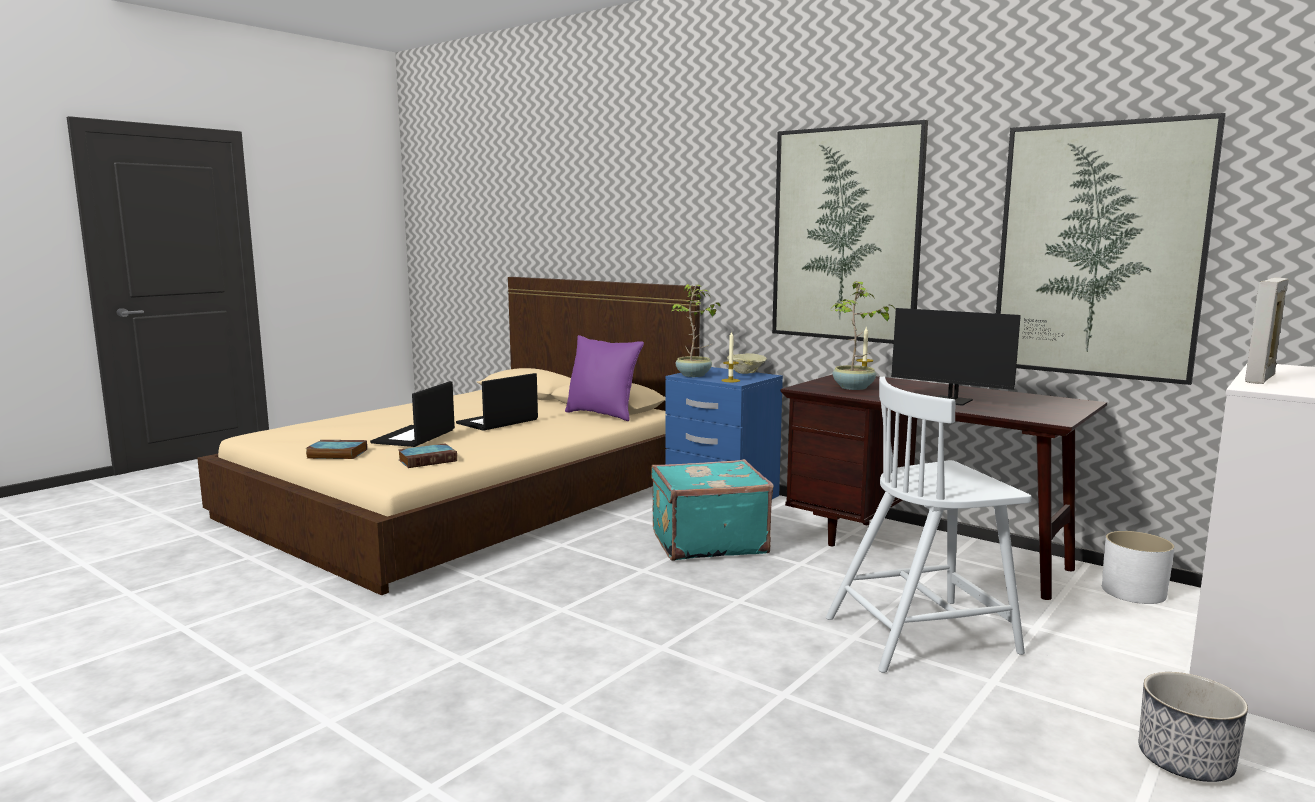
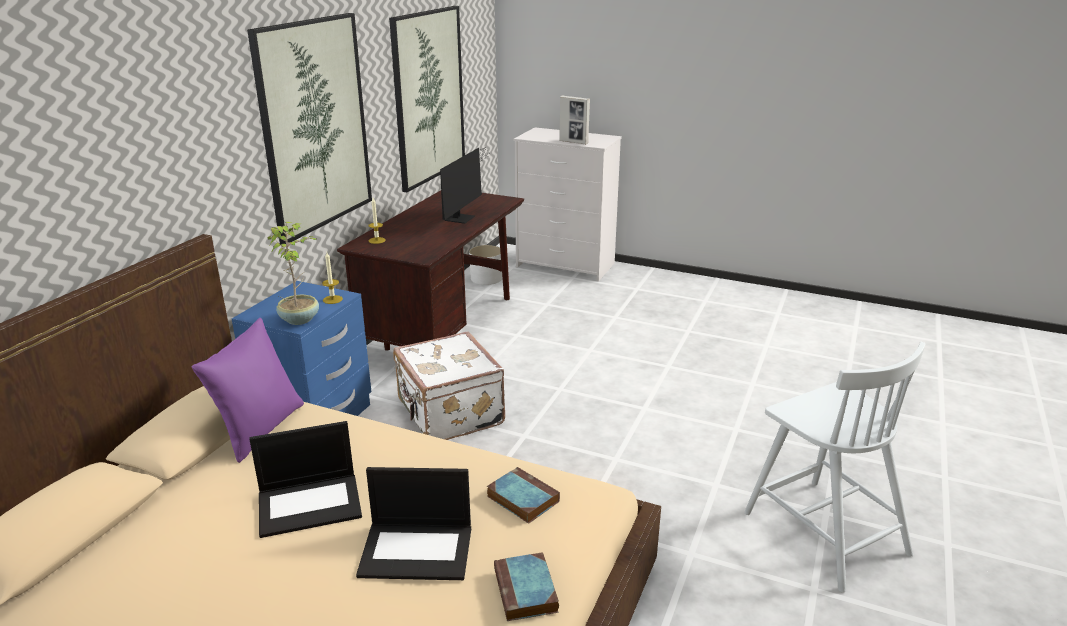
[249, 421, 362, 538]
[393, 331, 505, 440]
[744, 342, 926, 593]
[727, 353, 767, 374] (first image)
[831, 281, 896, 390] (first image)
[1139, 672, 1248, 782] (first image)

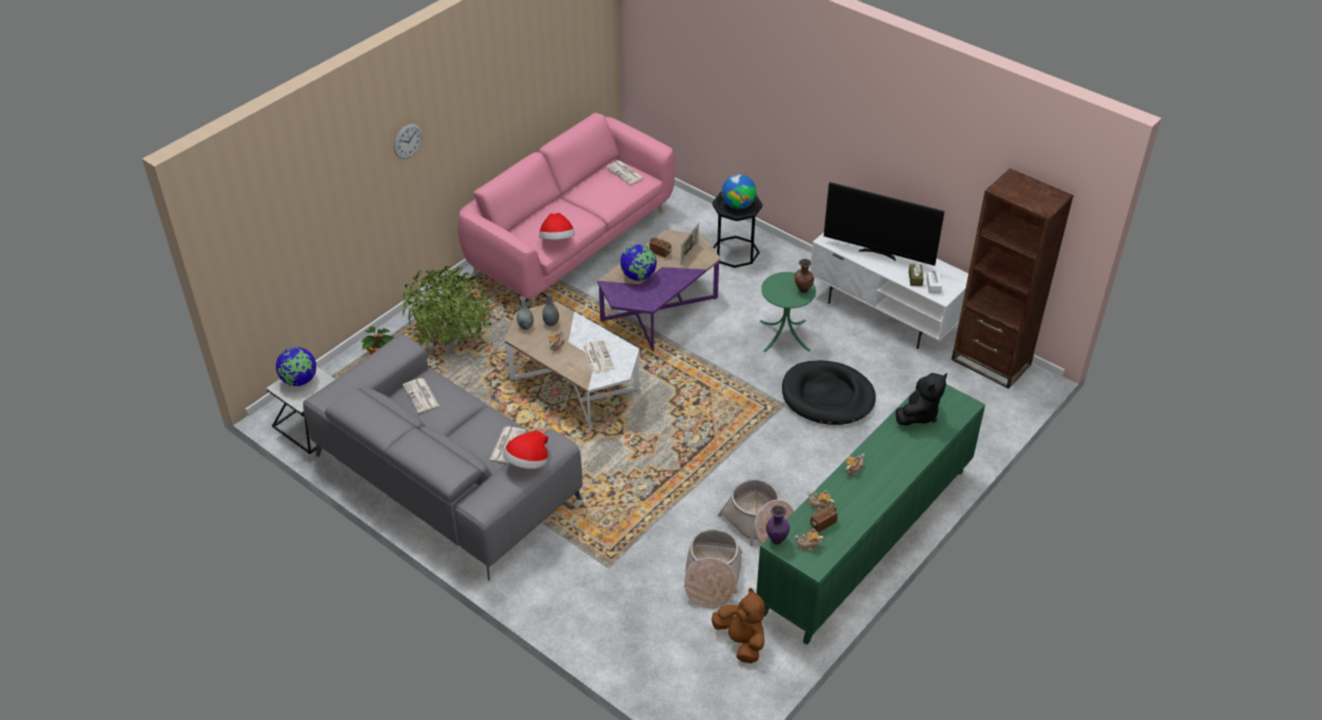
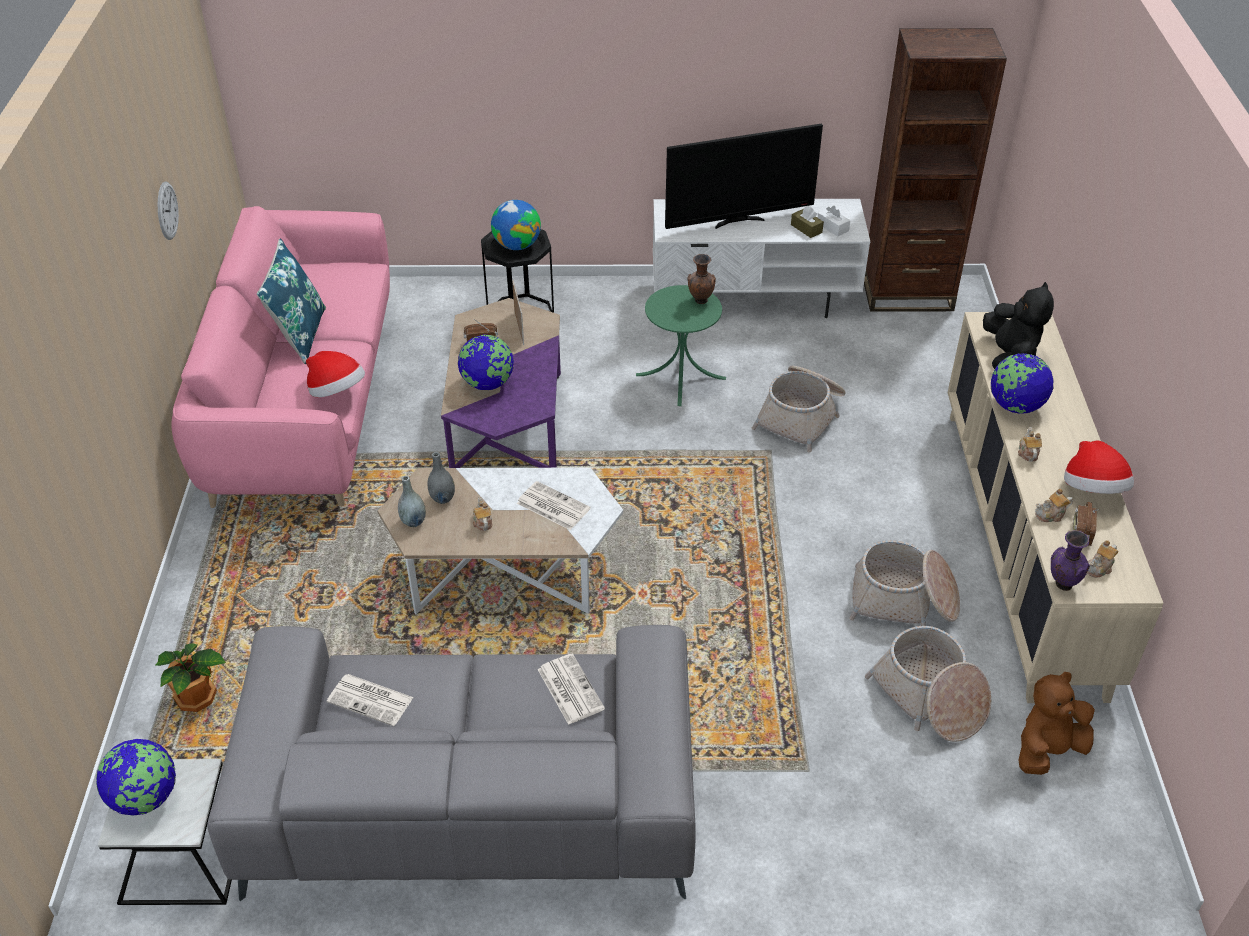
[158, 181, 179, 240]
[257, 238, 326, 364]
[752, 366, 846, 453]
[948, 312, 1164, 703]
[991, 353, 1054, 414]
[1019, 672, 1095, 775]
[1064, 440, 1134, 494]
[401, 266, 492, 347] (first image)
[606, 161, 644, 184] (first image)

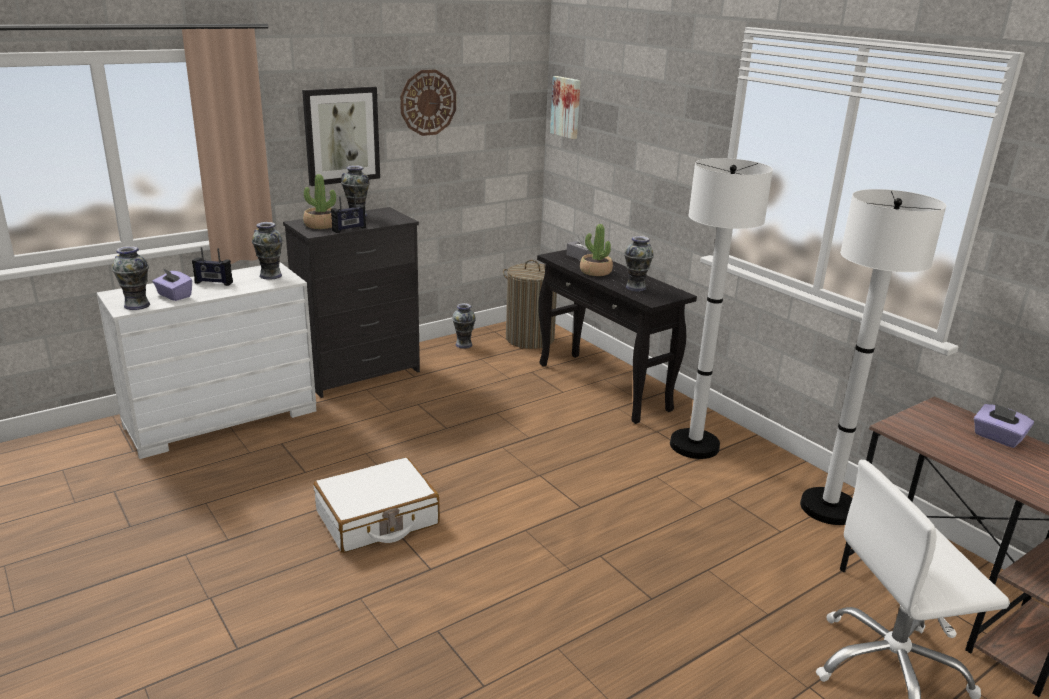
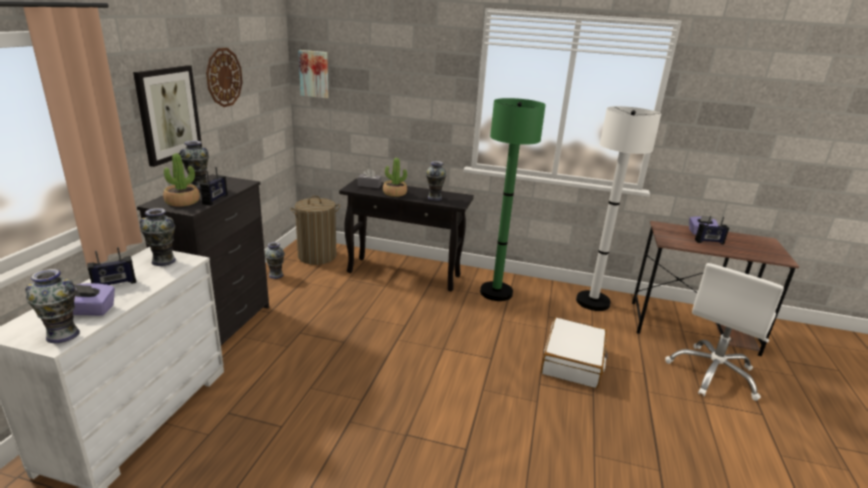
[480, 98, 546, 301]
[541, 318, 608, 389]
[695, 216, 729, 244]

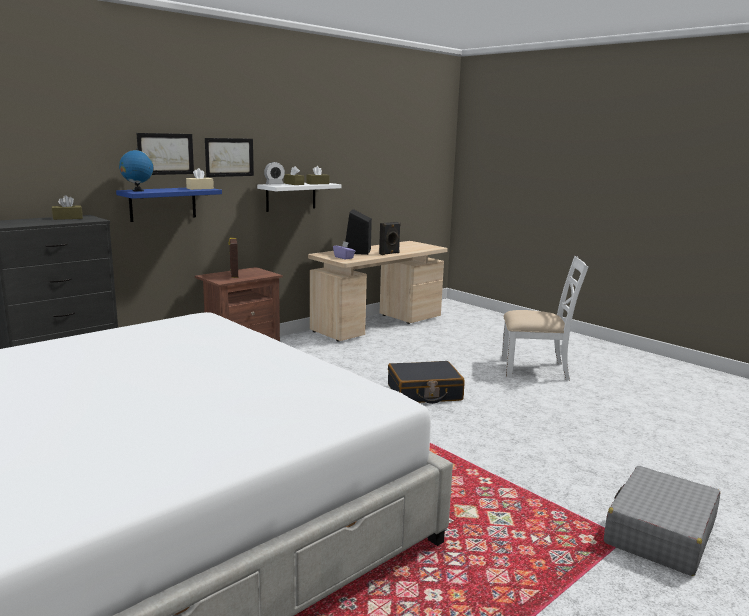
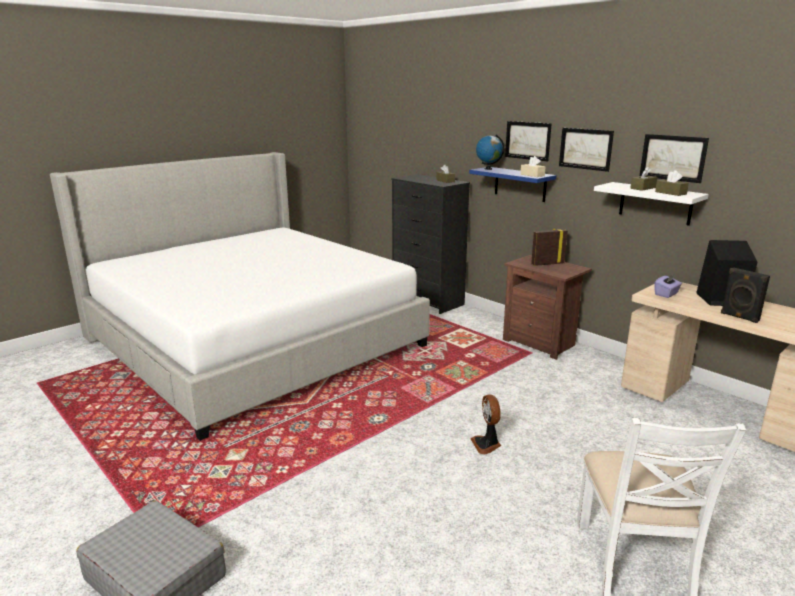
[471, 394, 501, 455]
[640, 134, 709, 183]
[264, 162, 285, 184] (first image)

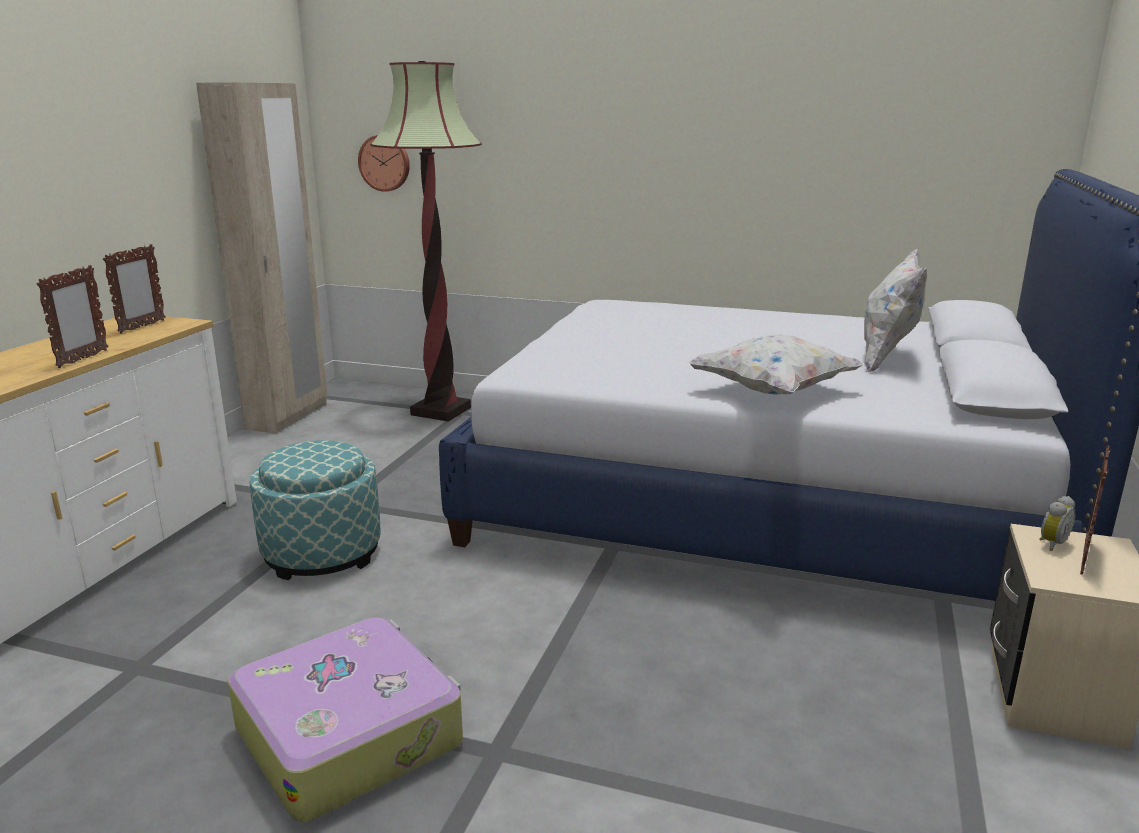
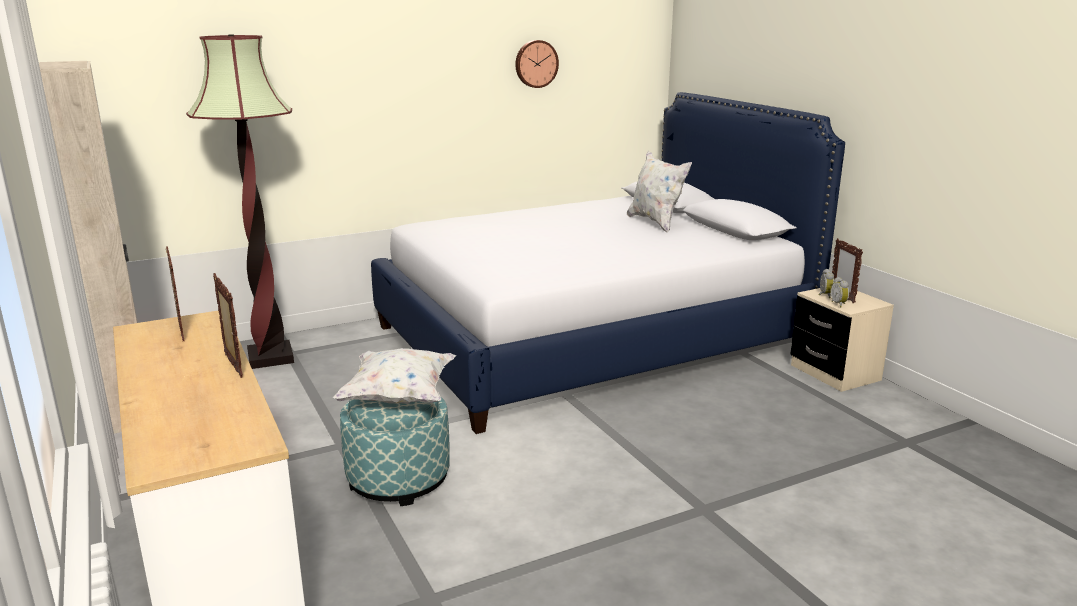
[333, 348, 456, 404]
[515, 40, 559, 88]
[831, 277, 849, 307]
[228, 617, 463, 822] (first image)

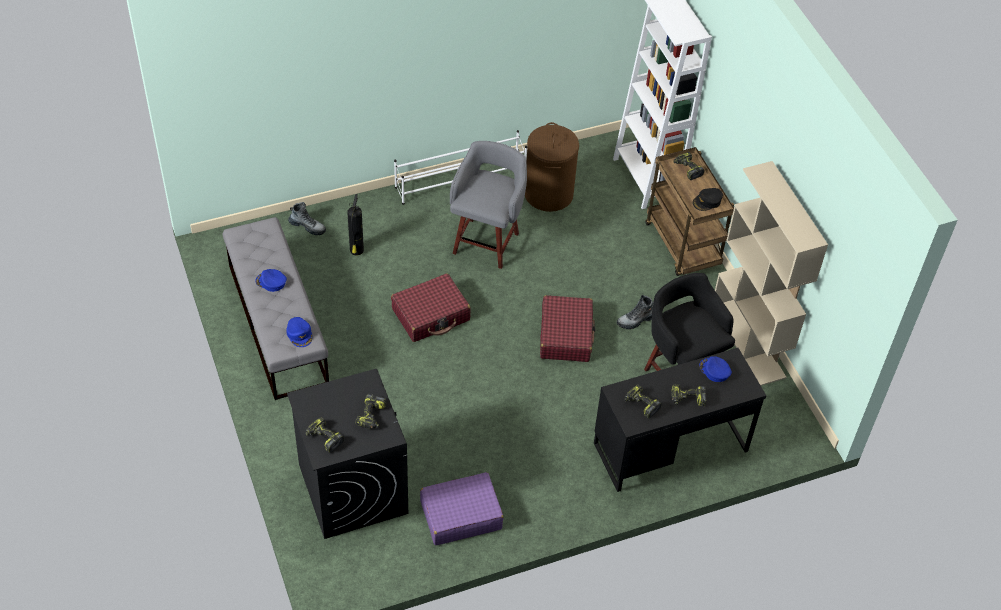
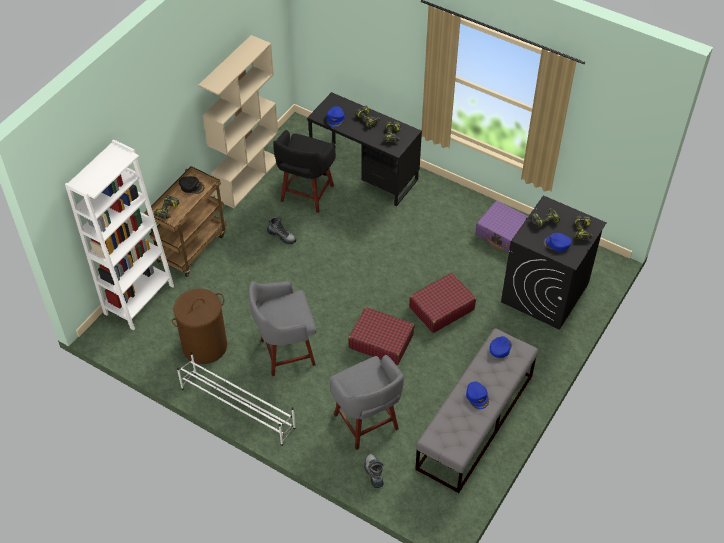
[330, 355, 404, 450]
[409, 273, 476, 333]
[543, 233, 572, 252]

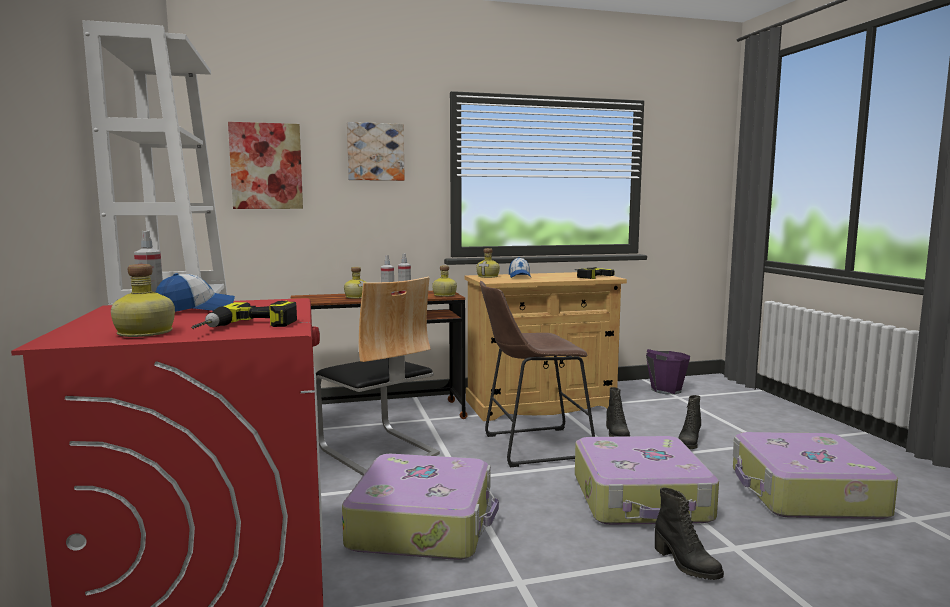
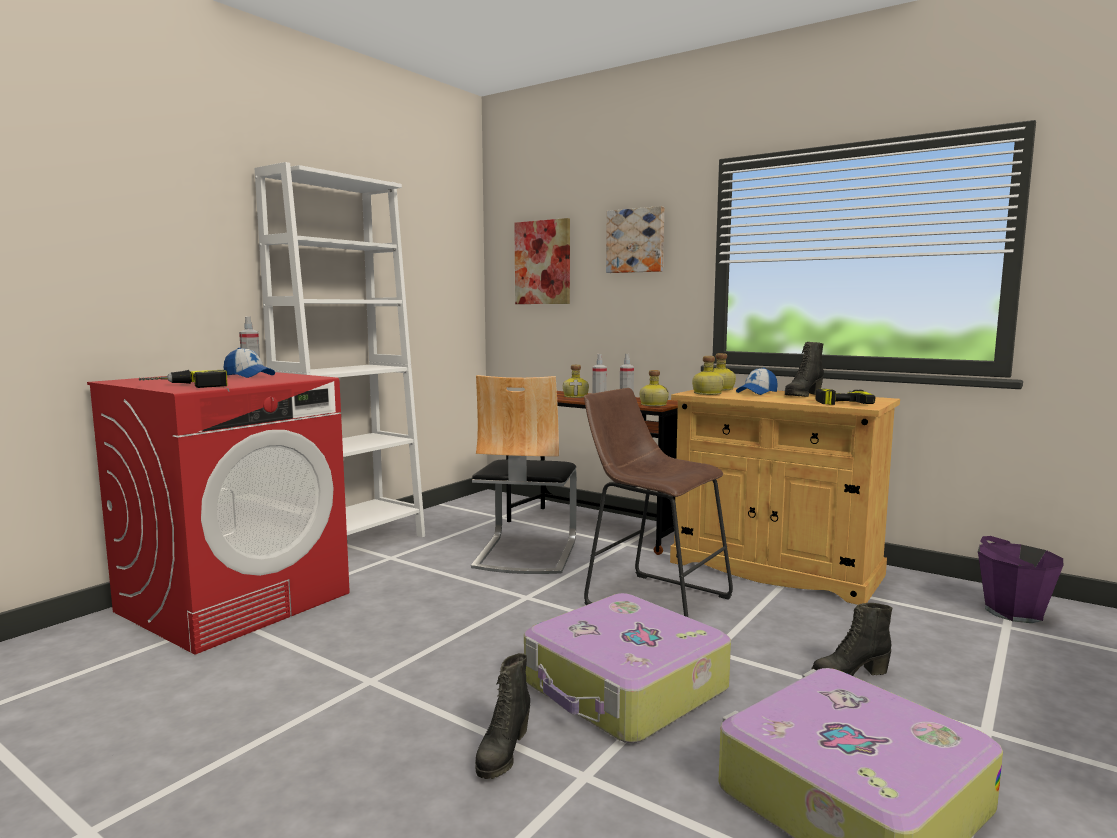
[692, 356, 724, 395]
[785, 342, 824, 397]
[342, 454, 499, 560] (first image)

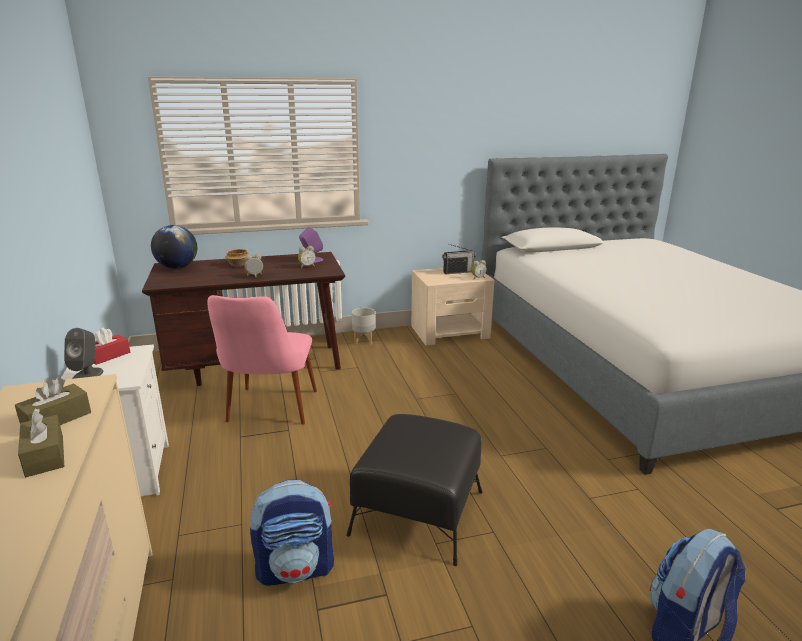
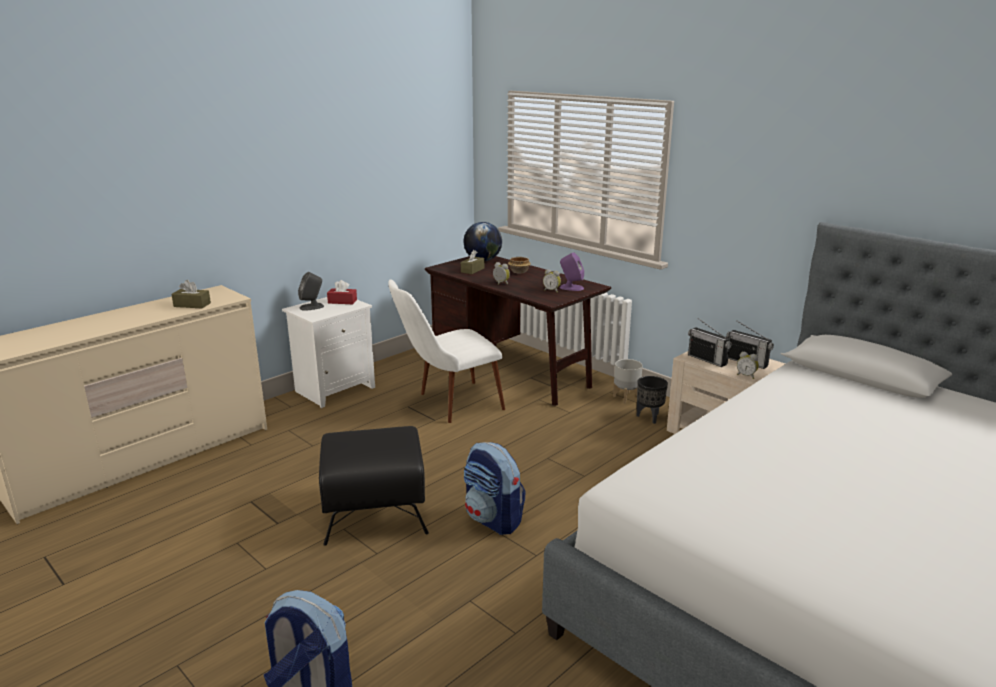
[388, 279, 505, 423]
[461, 250, 485, 274]
[464, 442, 525, 535]
[637, 376, 668, 424]
[688, 318, 732, 367]

